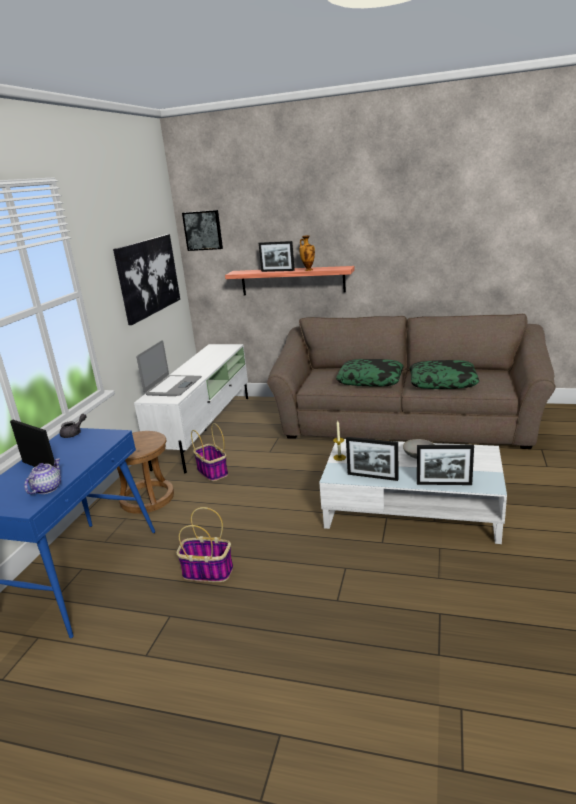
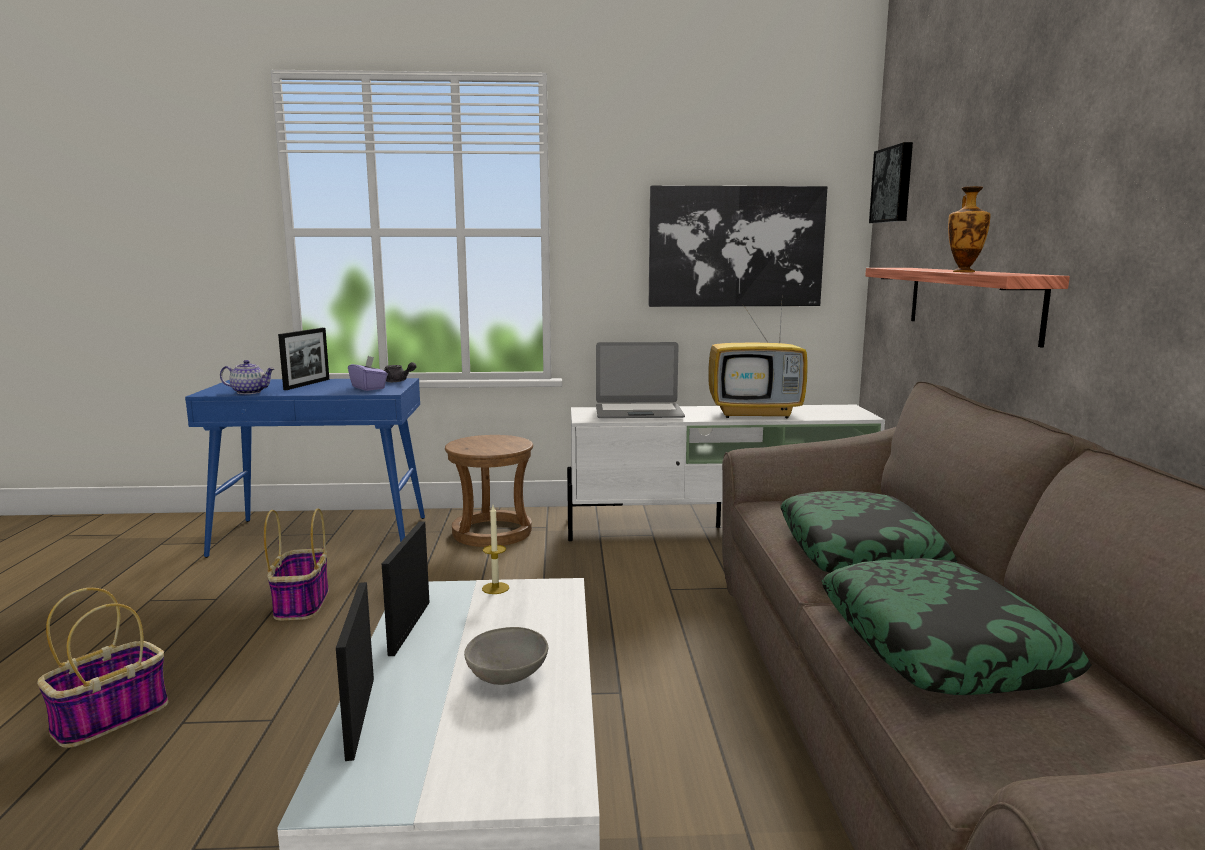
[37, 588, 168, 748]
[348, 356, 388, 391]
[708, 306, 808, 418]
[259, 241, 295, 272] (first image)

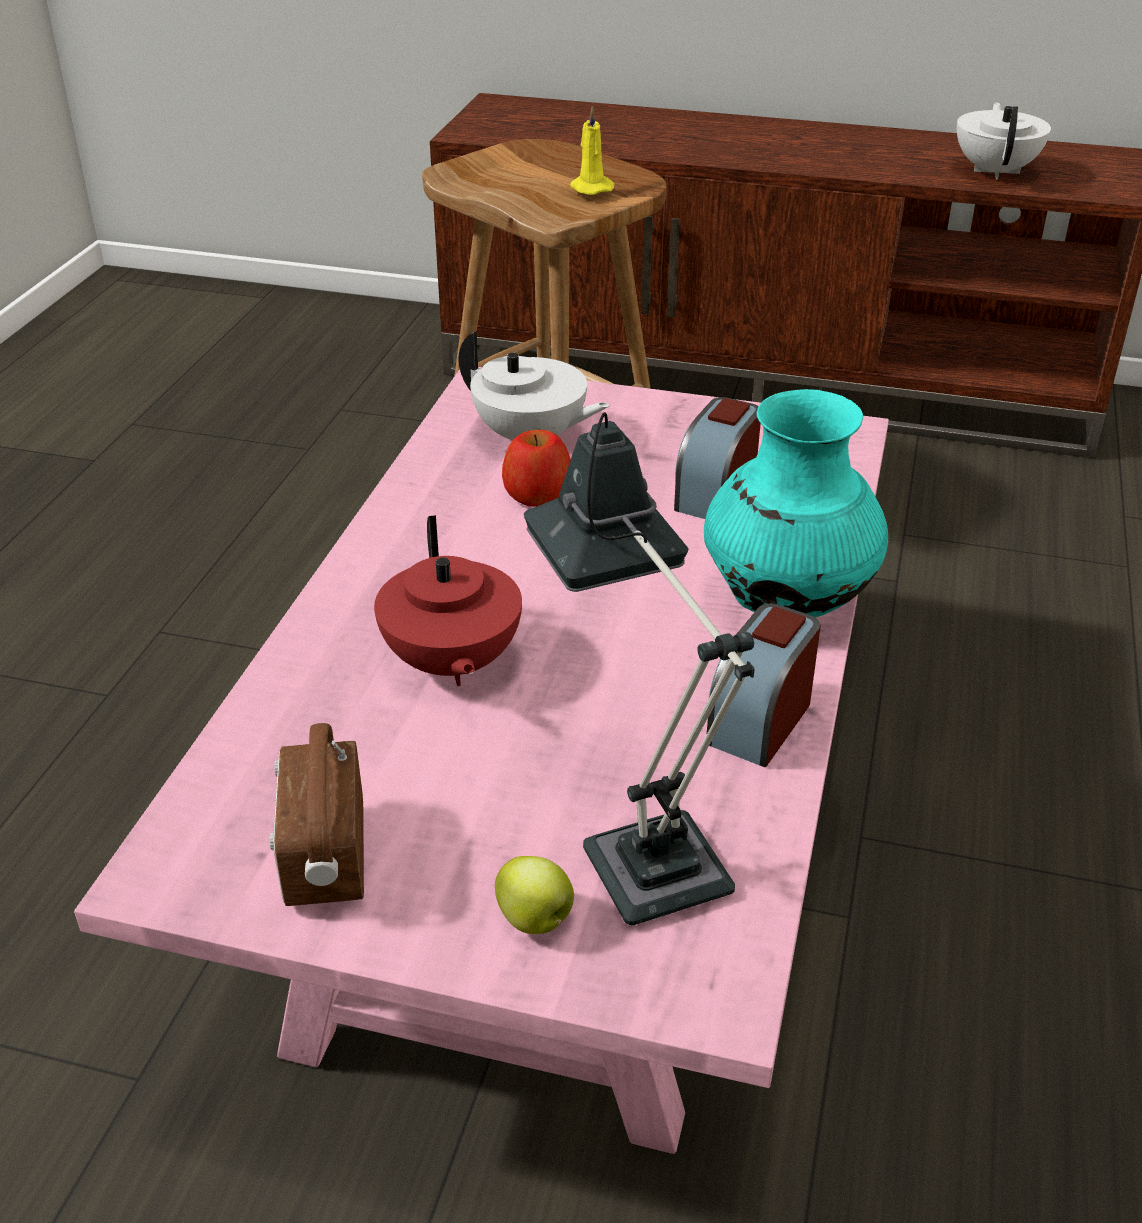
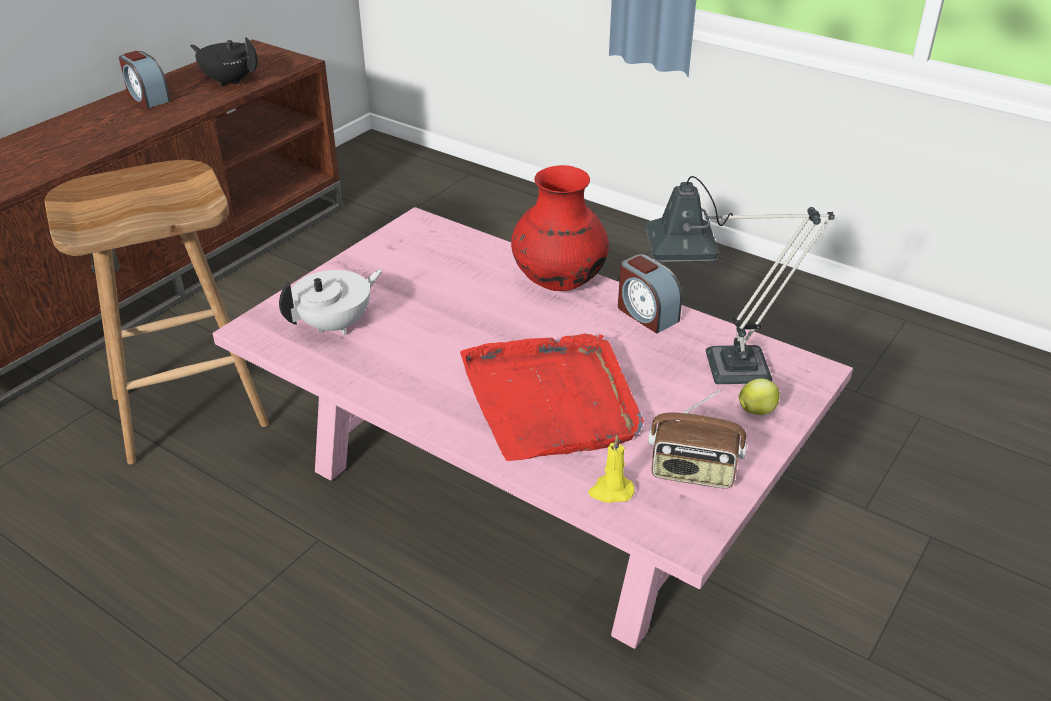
[119, 51, 171, 108]
[190, 37, 258, 87]
[460, 334, 644, 461]
[511, 165, 609, 291]
[588, 436, 635, 503]
[502, 430, 571, 507] (first image)

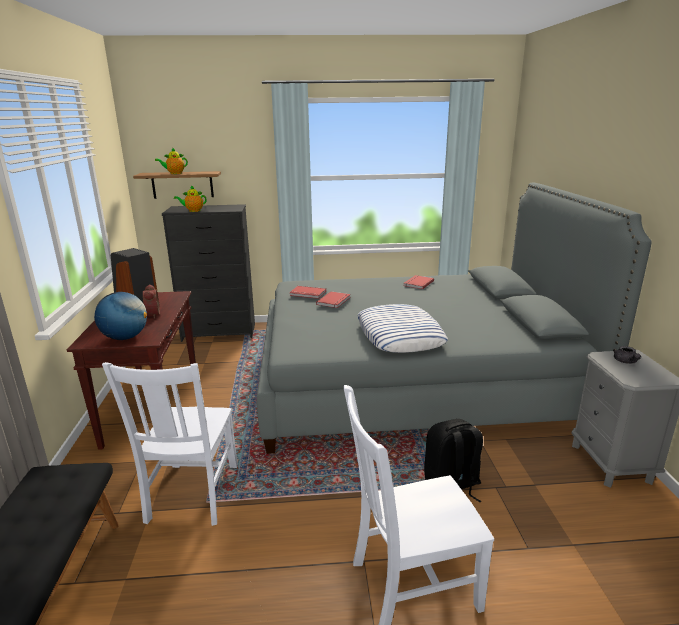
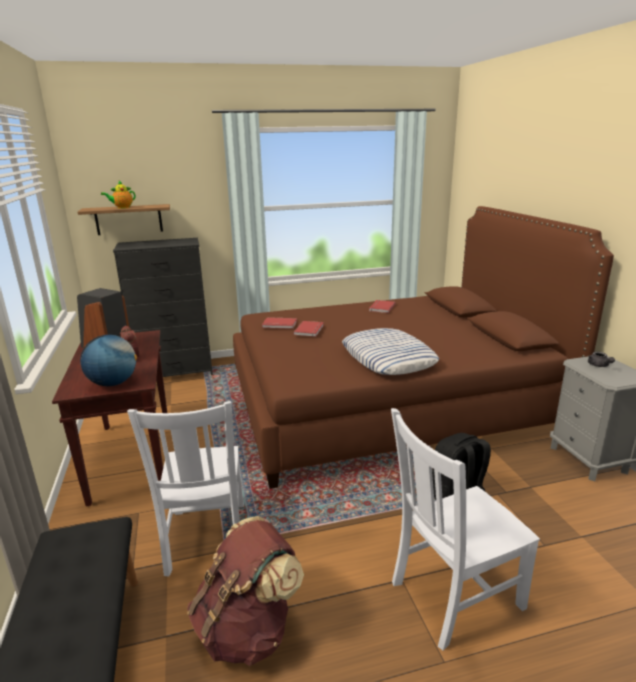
[187, 516, 304, 666]
[233, 206, 614, 489]
[174, 185, 207, 212] (first image)

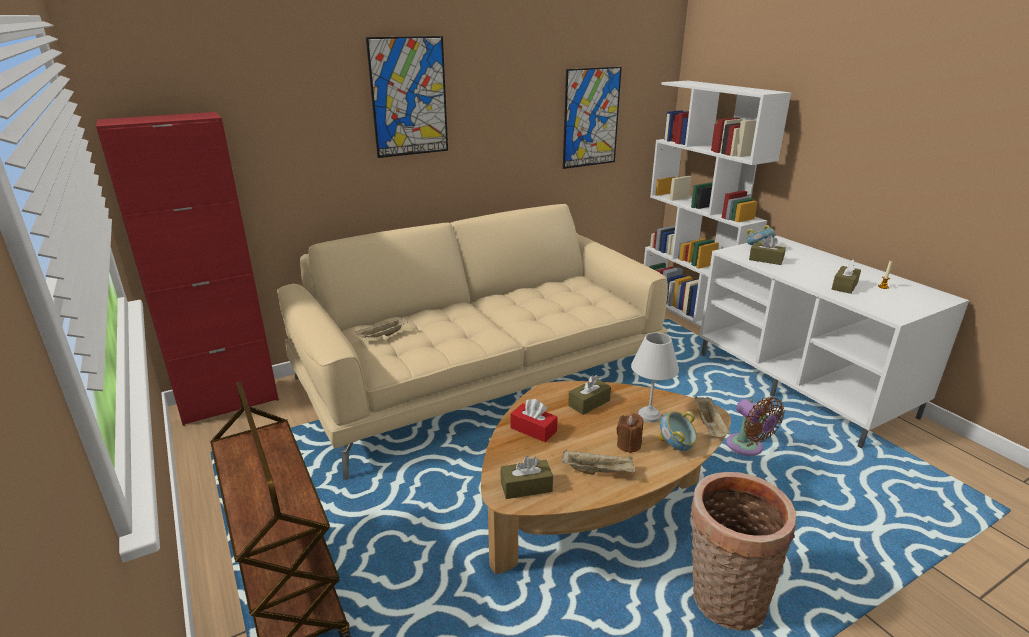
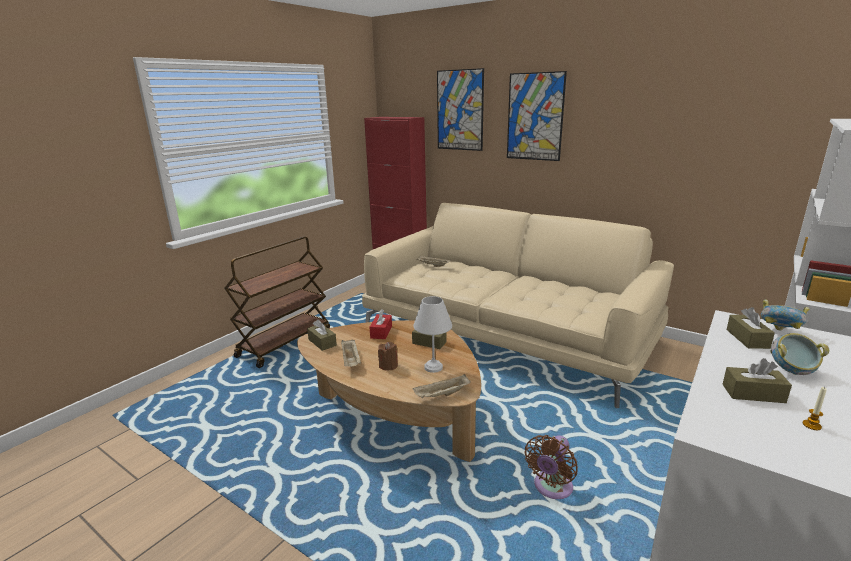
[437, 68, 484, 151]
[771, 333, 829, 375]
[690, 472, 796, 631] (first image)

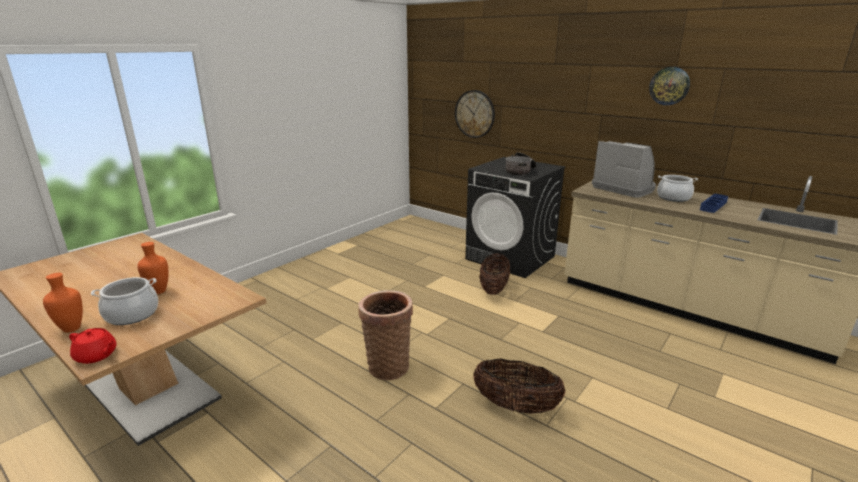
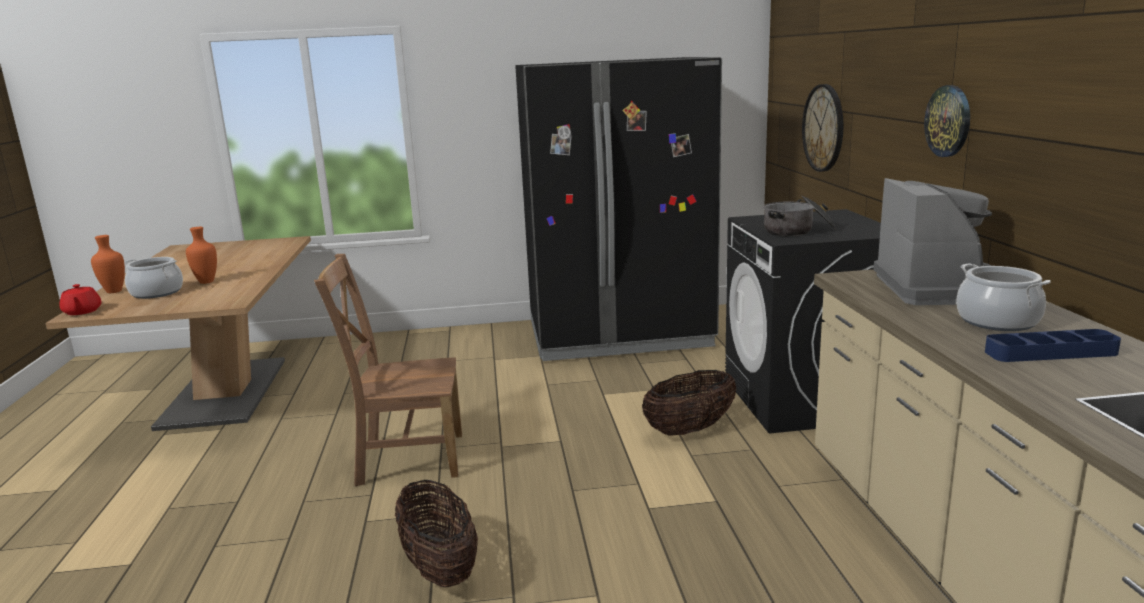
[314, 254, 462, 486]
[515, 57, 722, 361]
[924, 85, 970, 157]

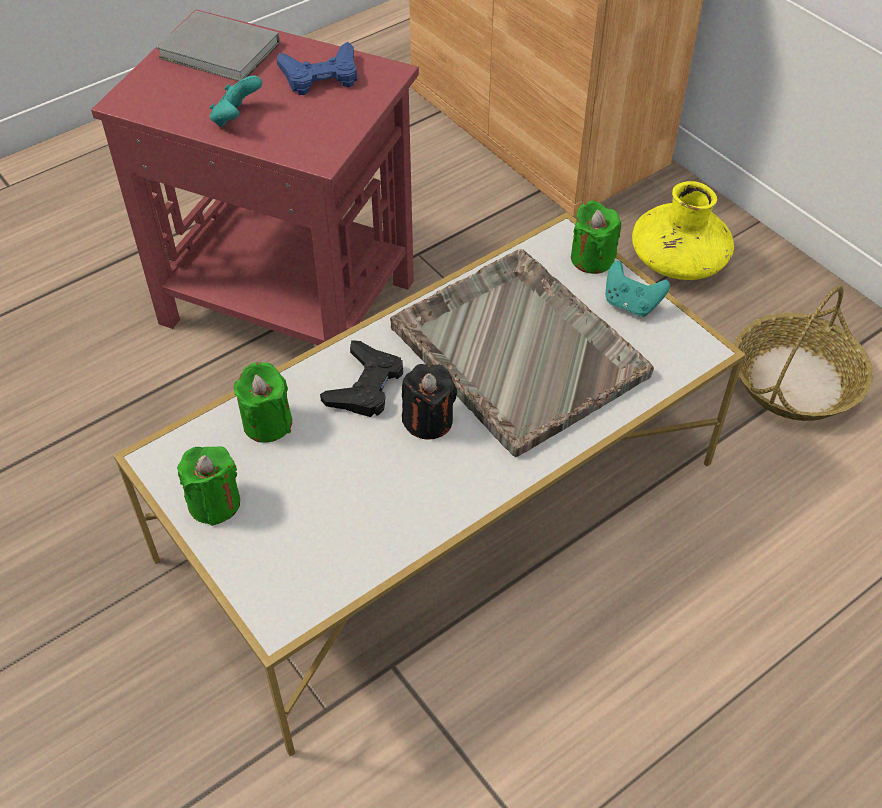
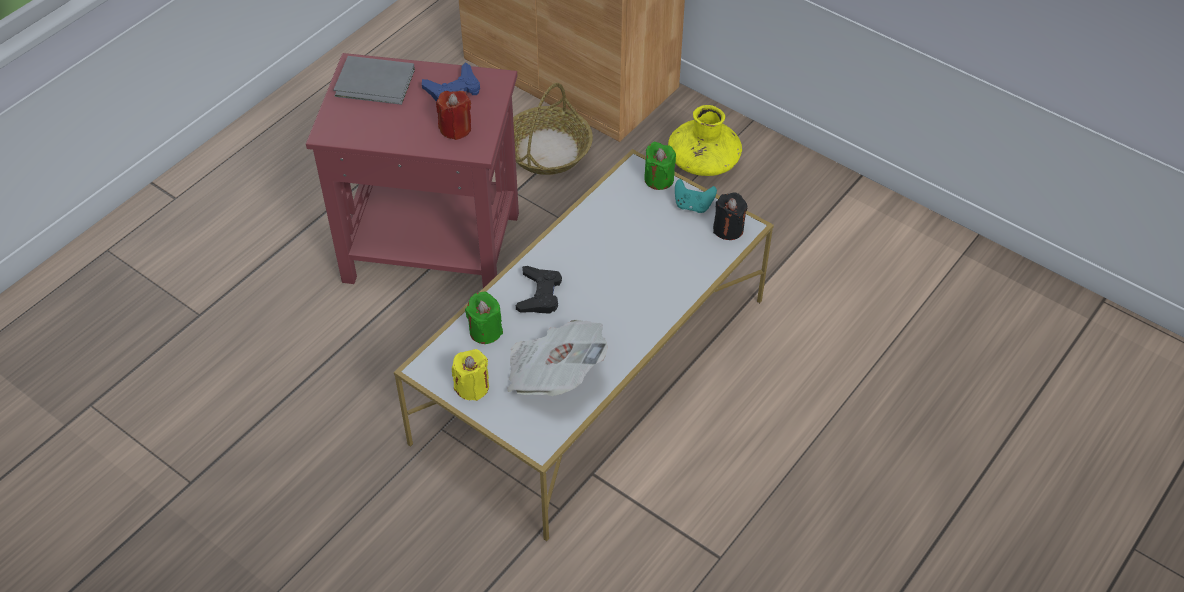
[436, 91, 471, 140]
[452, 349, 489, 401]
[507, 319, 608, 396]
[513, 83, 593, 175]
[713, 192, 747, 240]
[209, 76, 262, 127] (first image)
[390, 249, 654, 457] (first image)

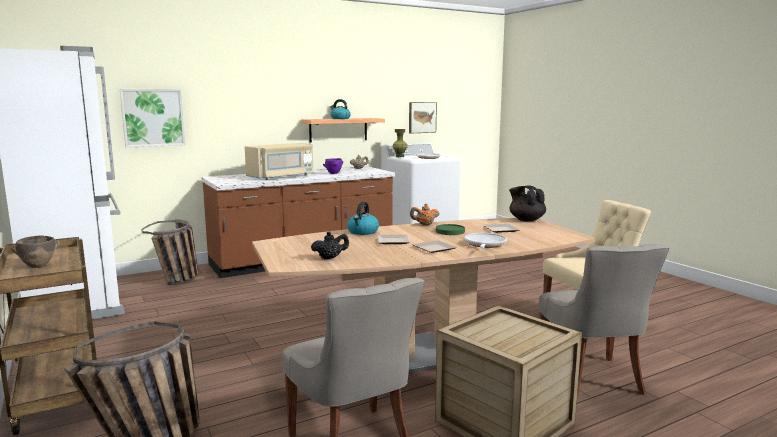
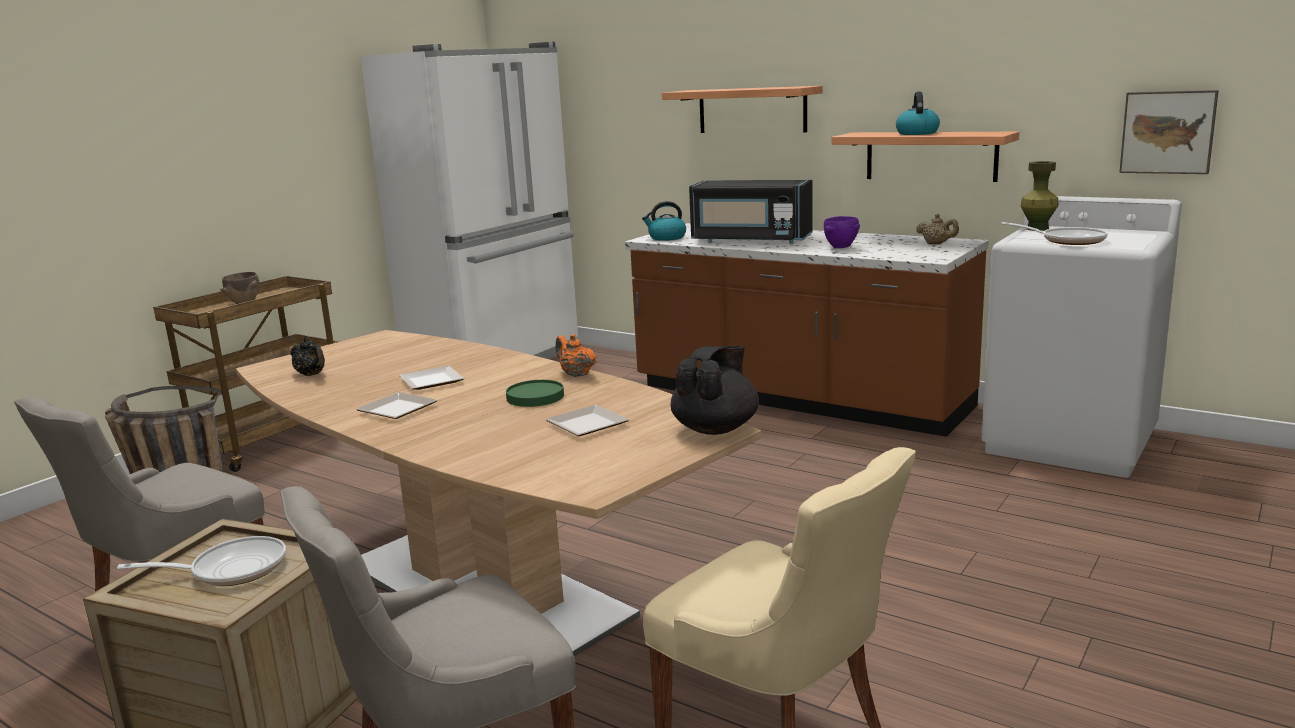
[117, 536, 286, 586]
[642, 201, 686, 241]
[662, 86, 823, 133]
[689, 180, 813, 244]
[120, 89, 185, 148] (first image)
[141, 220, 198, 285] (first image)

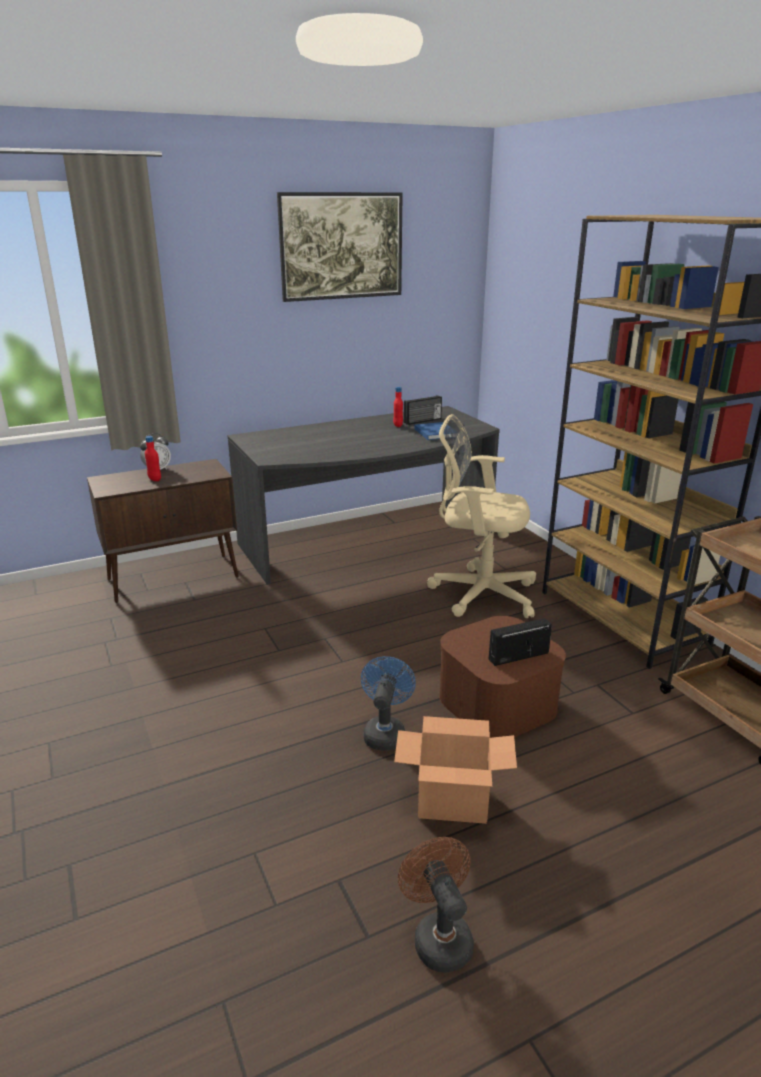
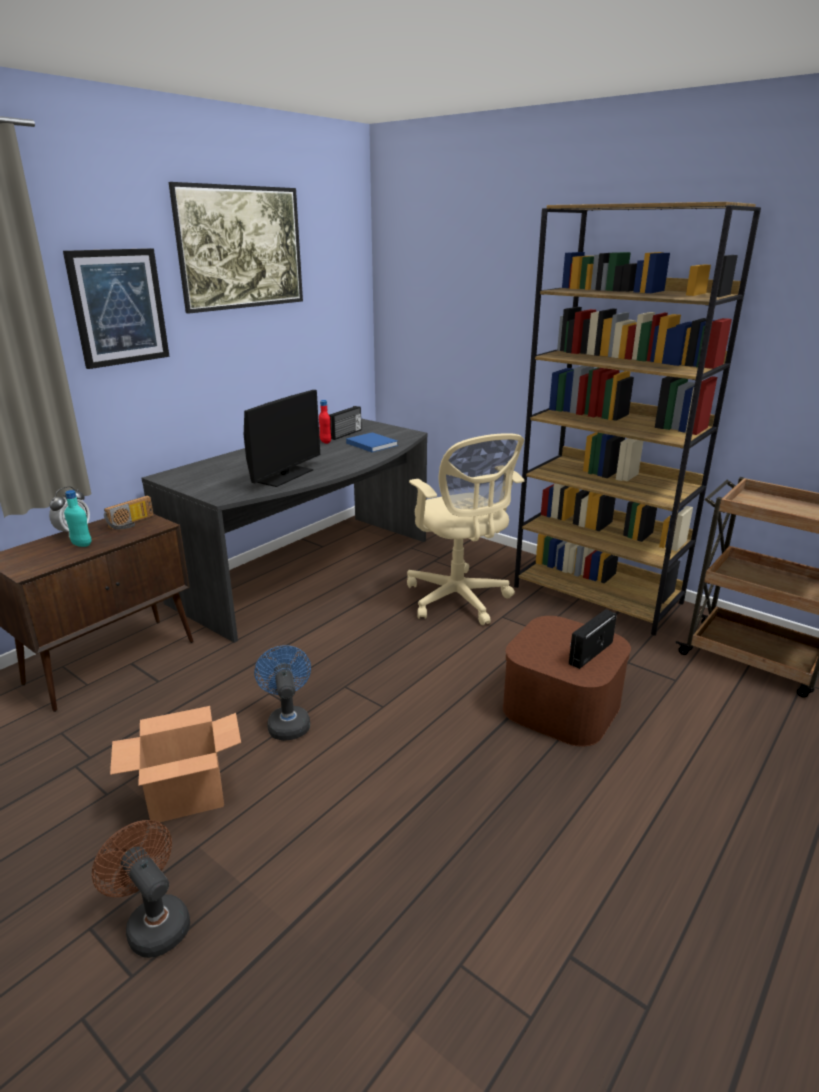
[63, 248, 170, 369]
[64, 490, 92, 547]
[92, 820, 190, 958]
[104, 496, 154, 530]
[110, 706, 241, 824]
[244, 390, 320, 487]
[254, 645, 311, 741]
[407, 433, 524, 625]

